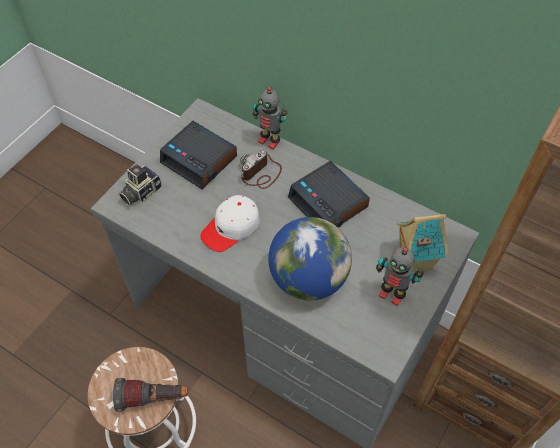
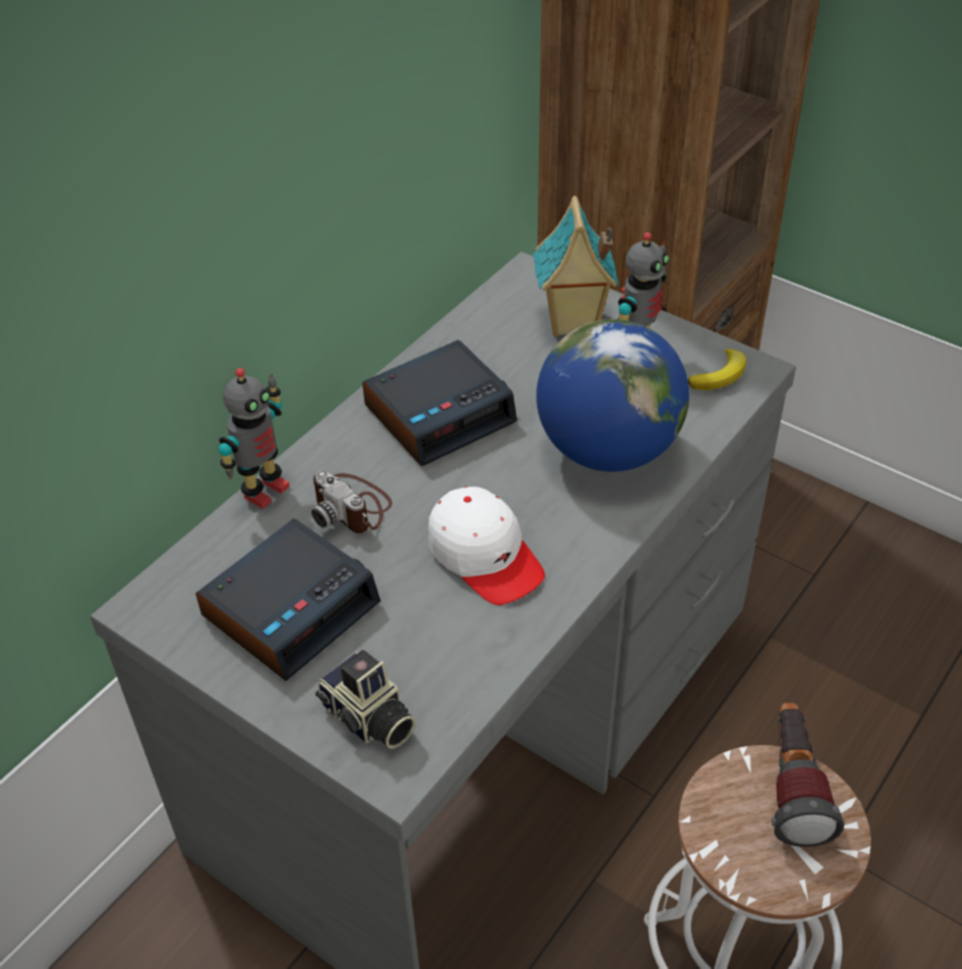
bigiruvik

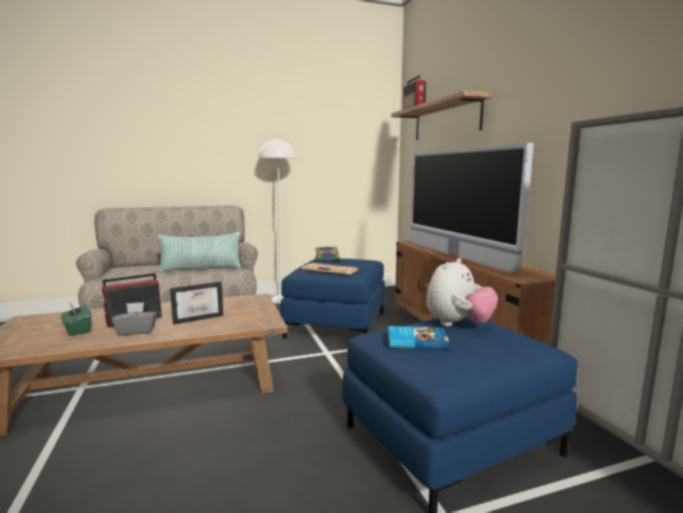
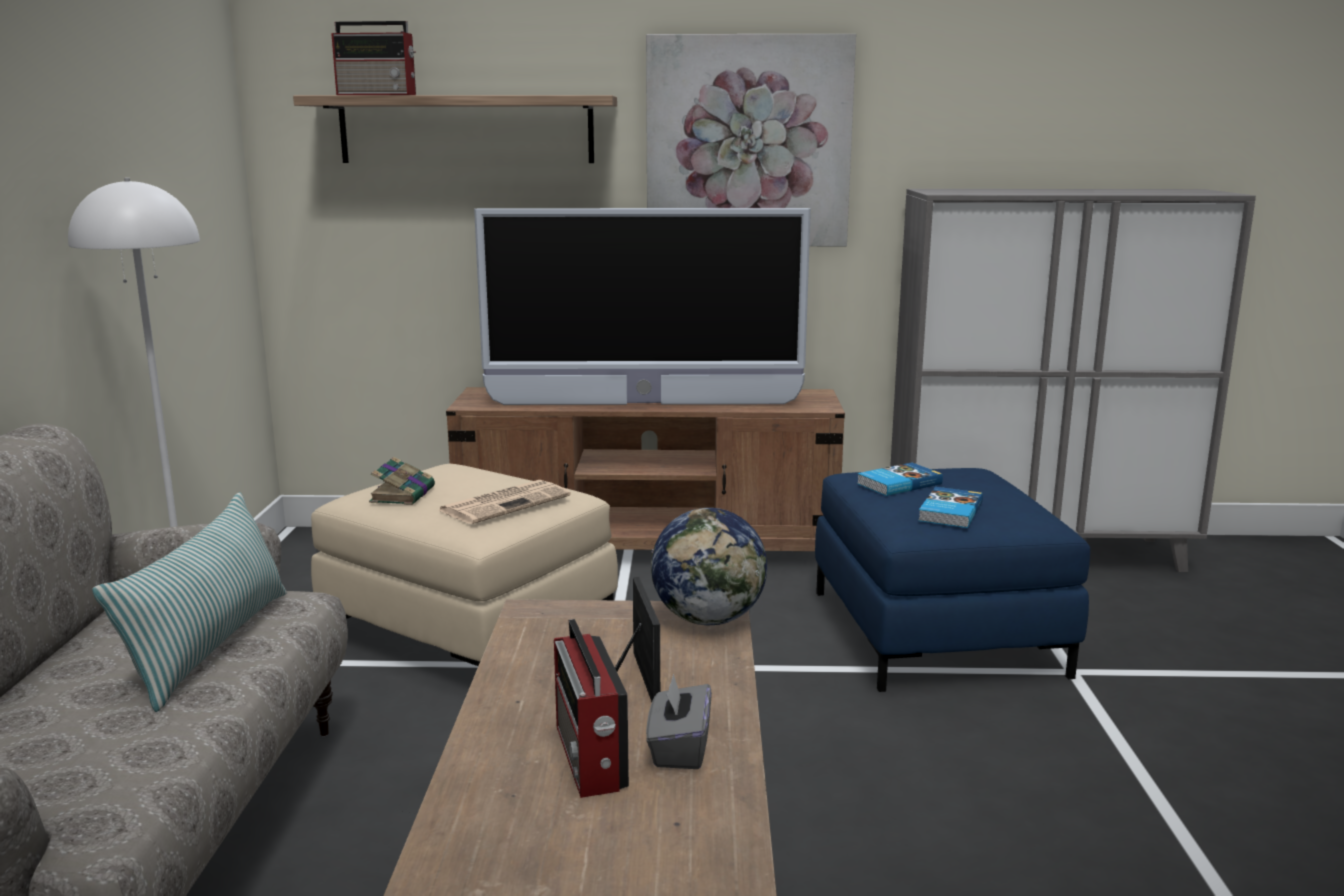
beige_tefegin
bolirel
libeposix
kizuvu (2nd from left)
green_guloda

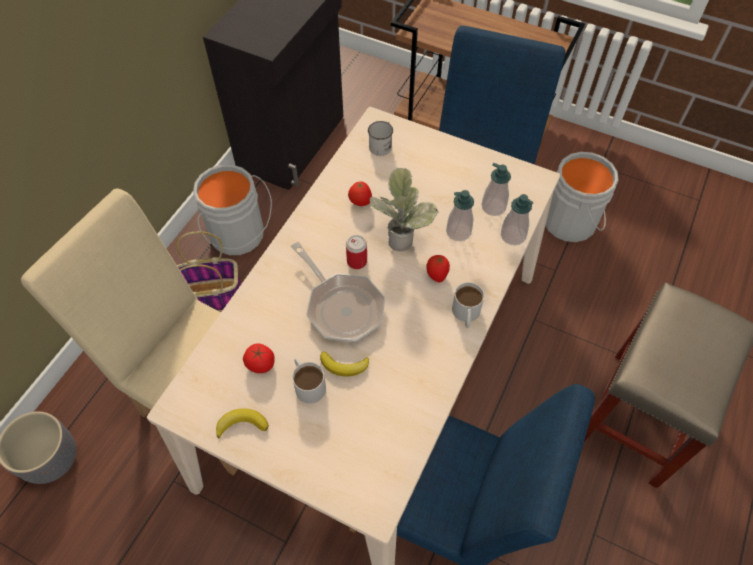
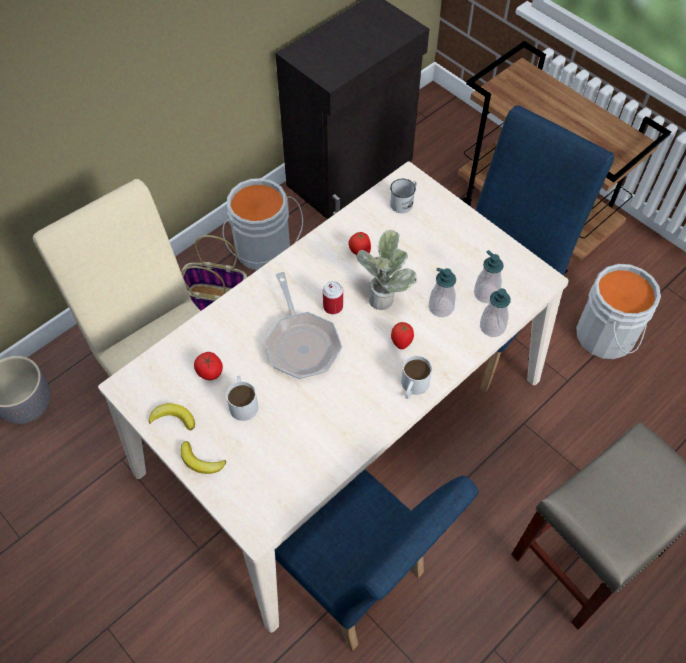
bigiruvik (2nd from left)

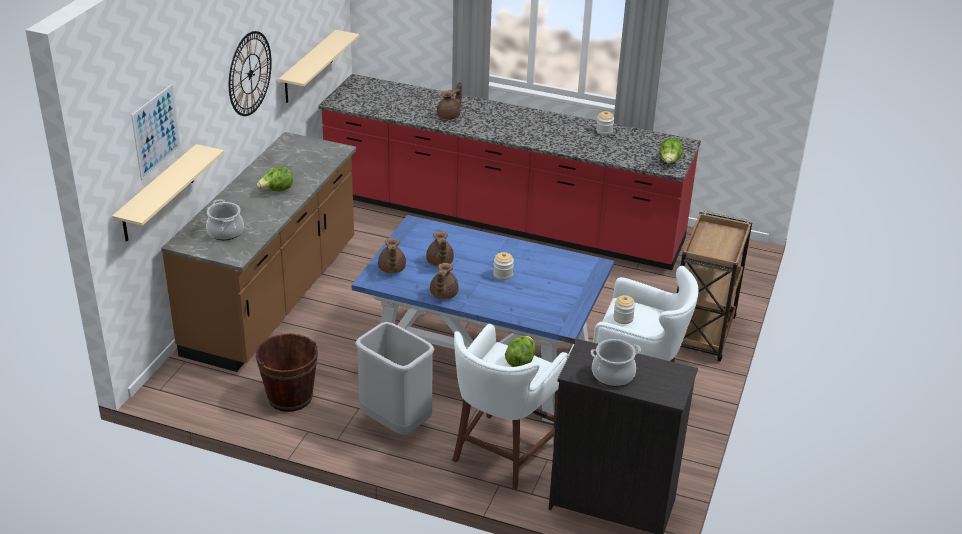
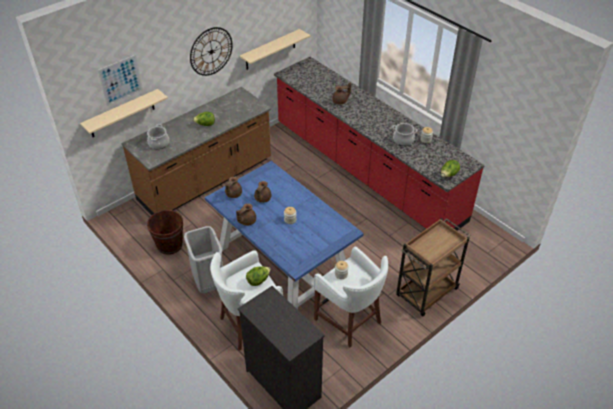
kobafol (2nd from left)

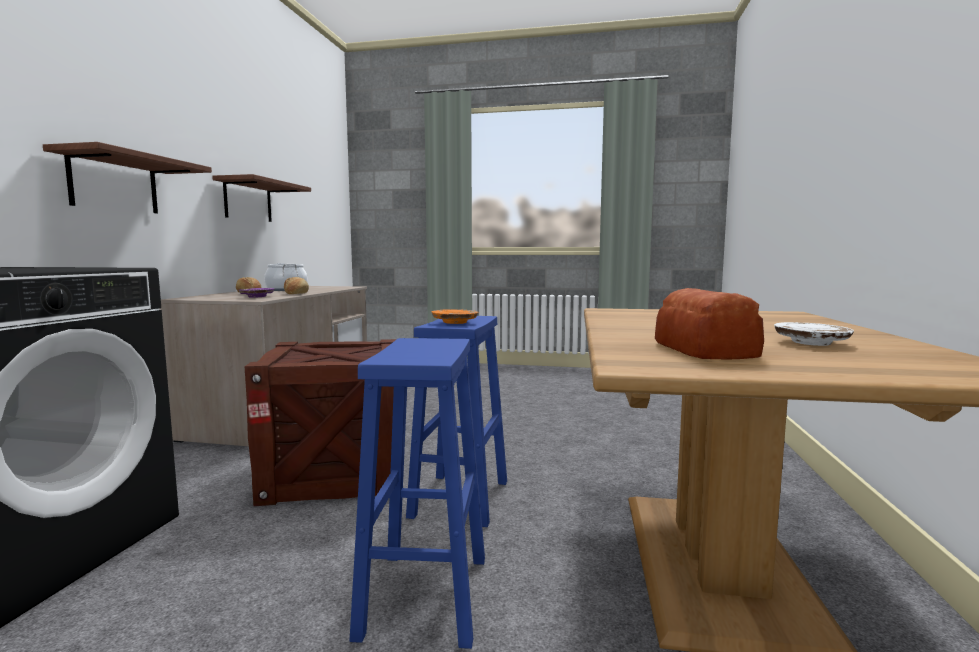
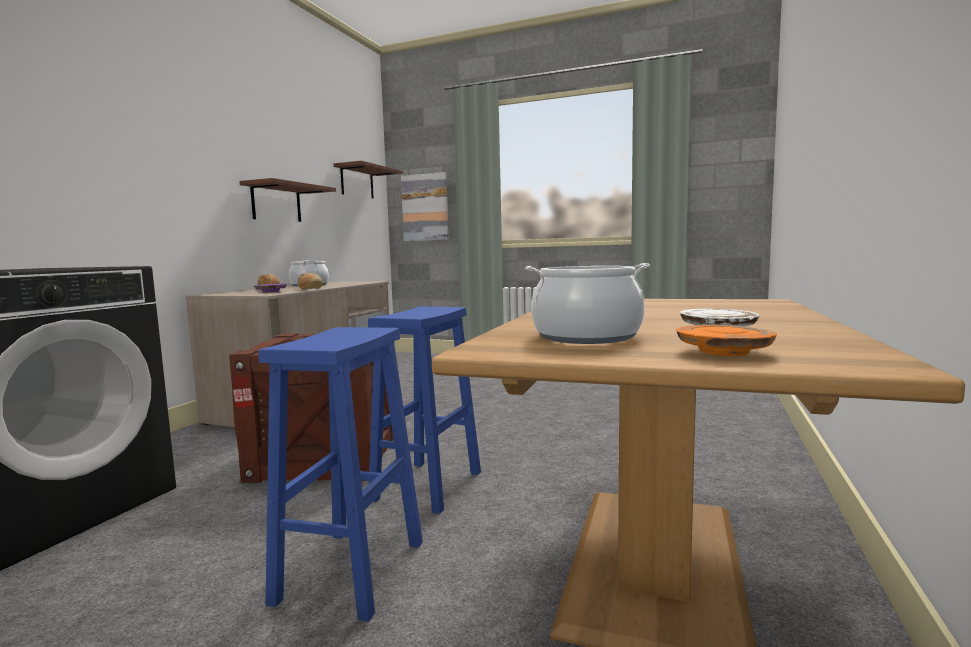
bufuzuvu (2nd from left)
bolirel
kobafol (2nd from left)
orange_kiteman

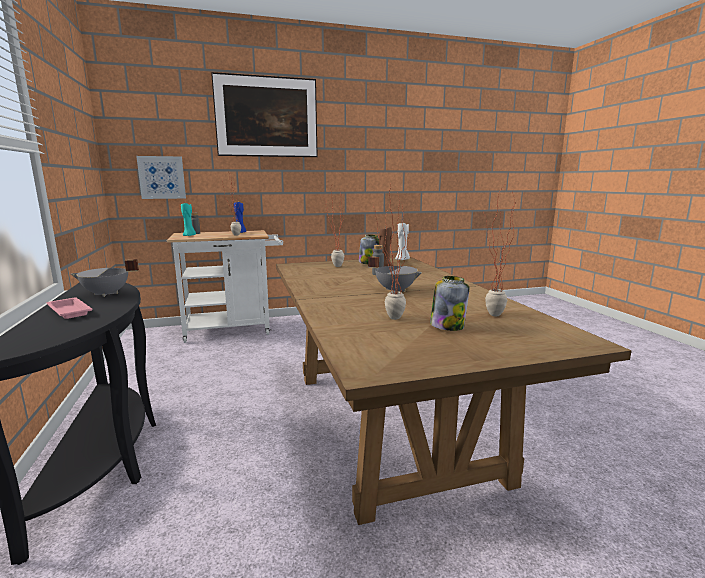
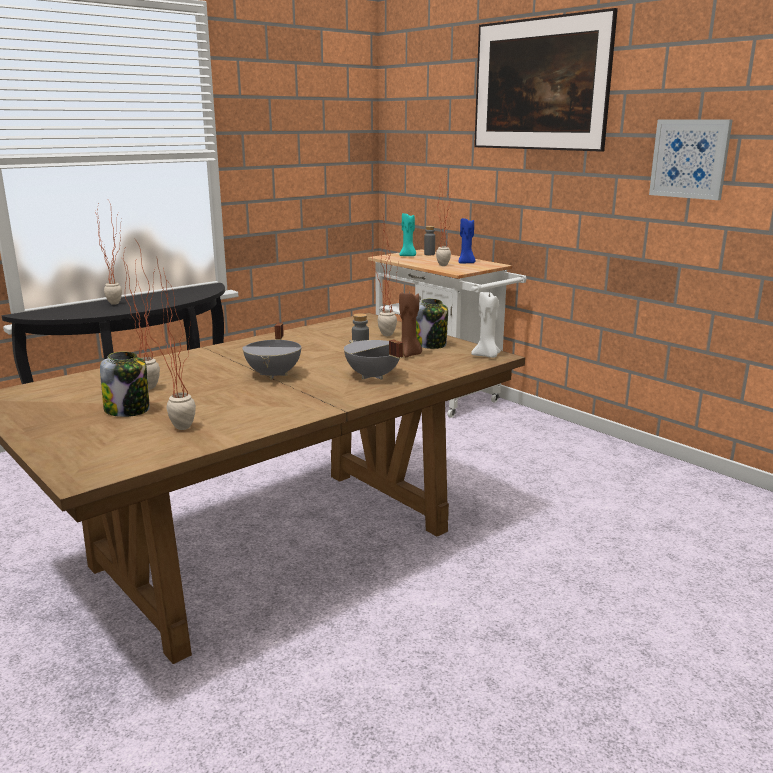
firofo (1st from left)
grey_kobafol (2nd from left)
bolirel (2nd from left)

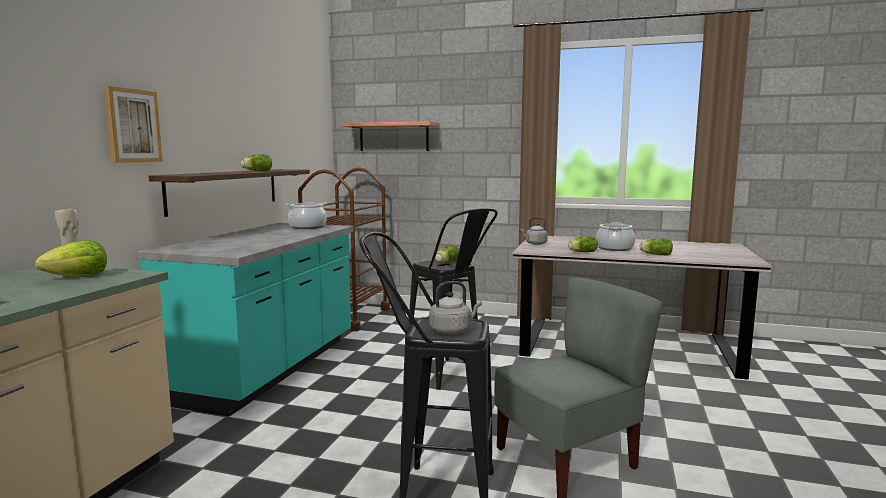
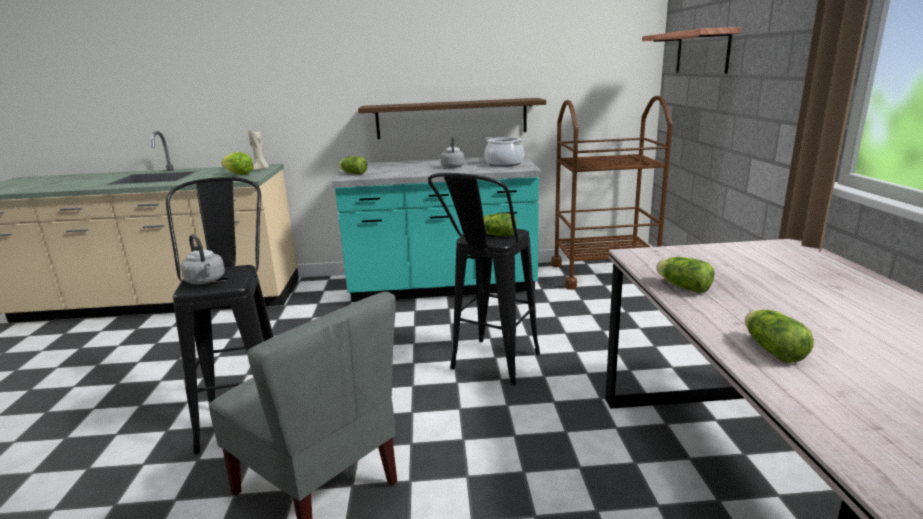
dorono (2nd from left)
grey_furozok (2nd from left)
bolirel
kobafol (2nd from left in the first image)

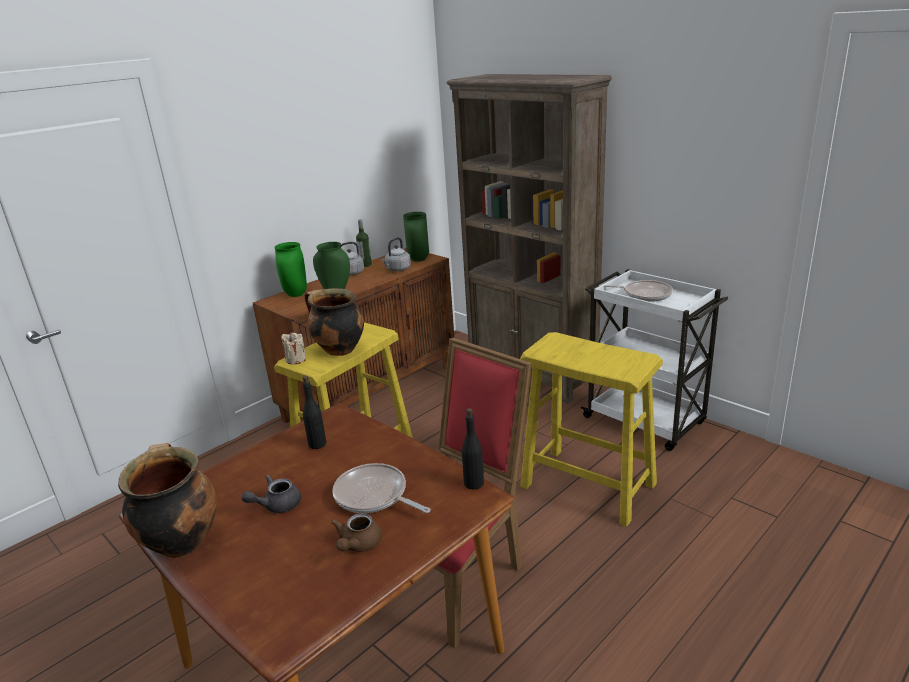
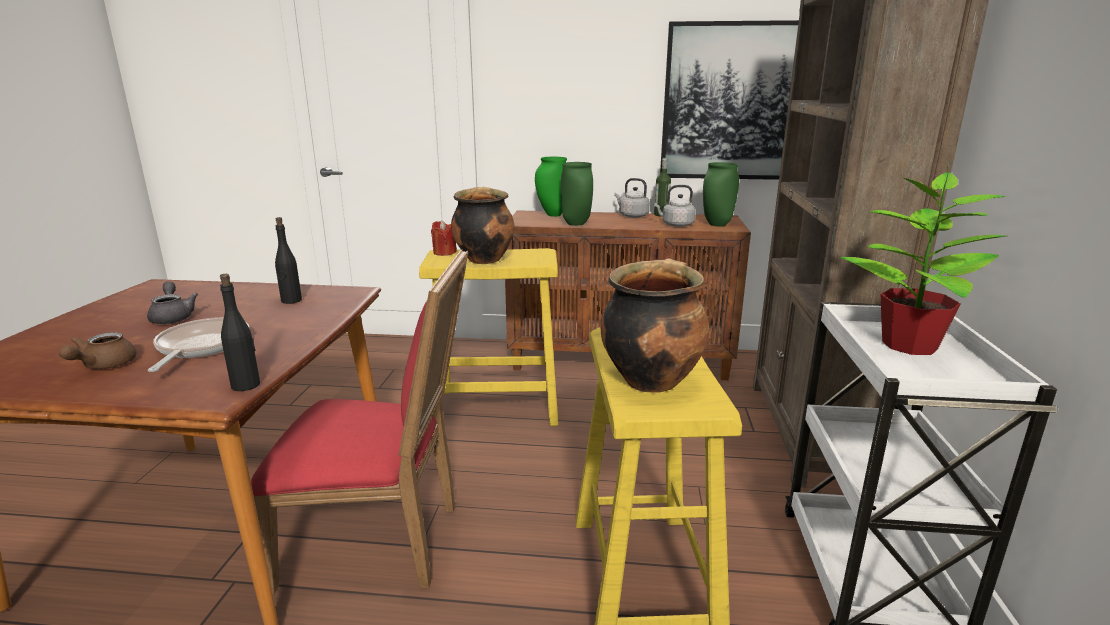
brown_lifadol
grey_lifadol
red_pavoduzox
kobafol (2nd from left)
bolirel
firofo

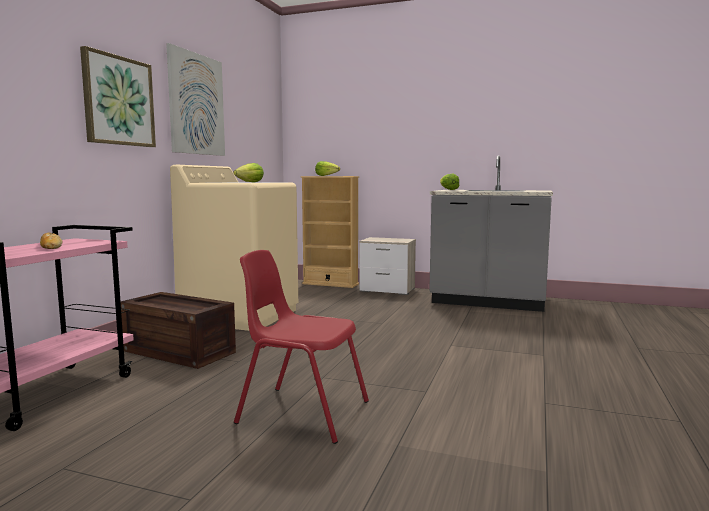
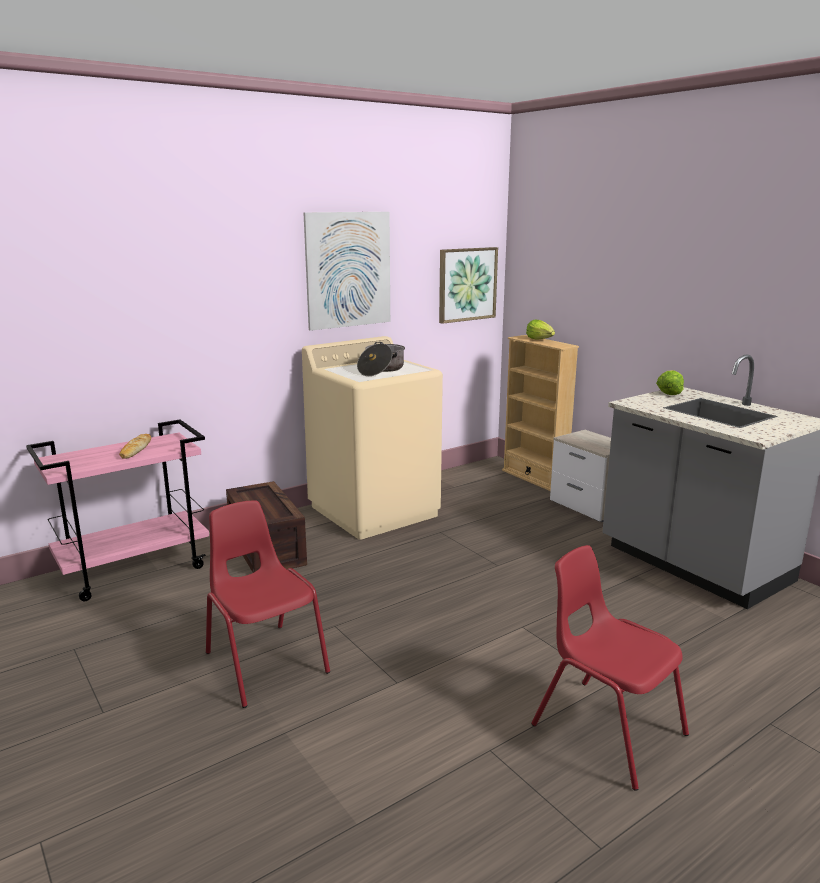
kobafol
bolirel (2nd from left)
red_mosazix (2nd from left)

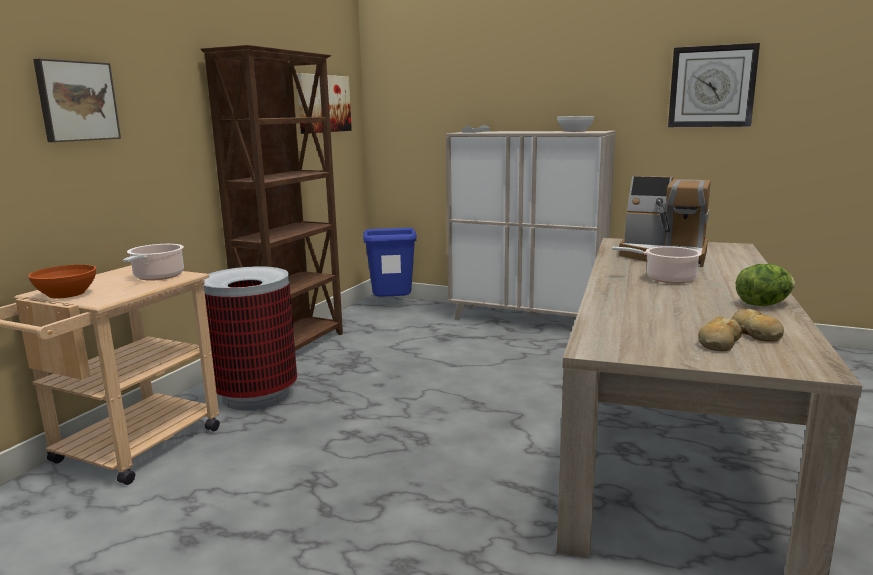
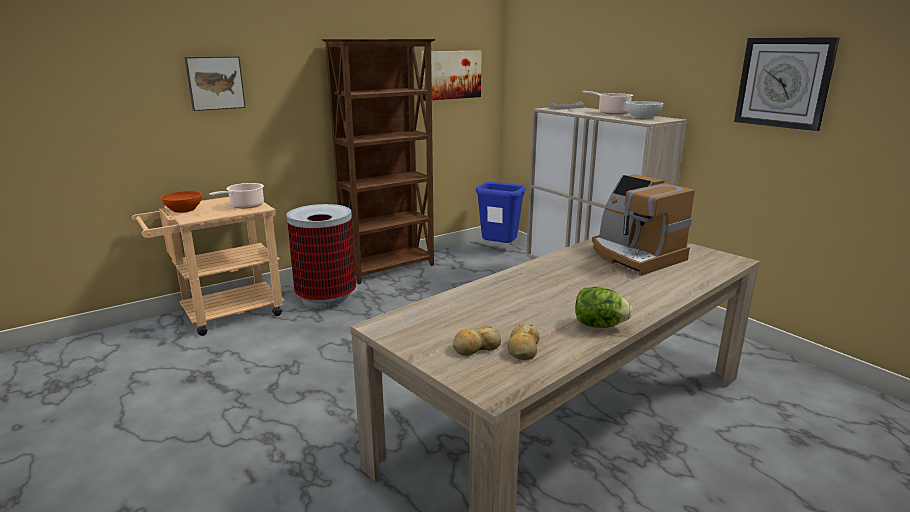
kobafol (2nd from left)

